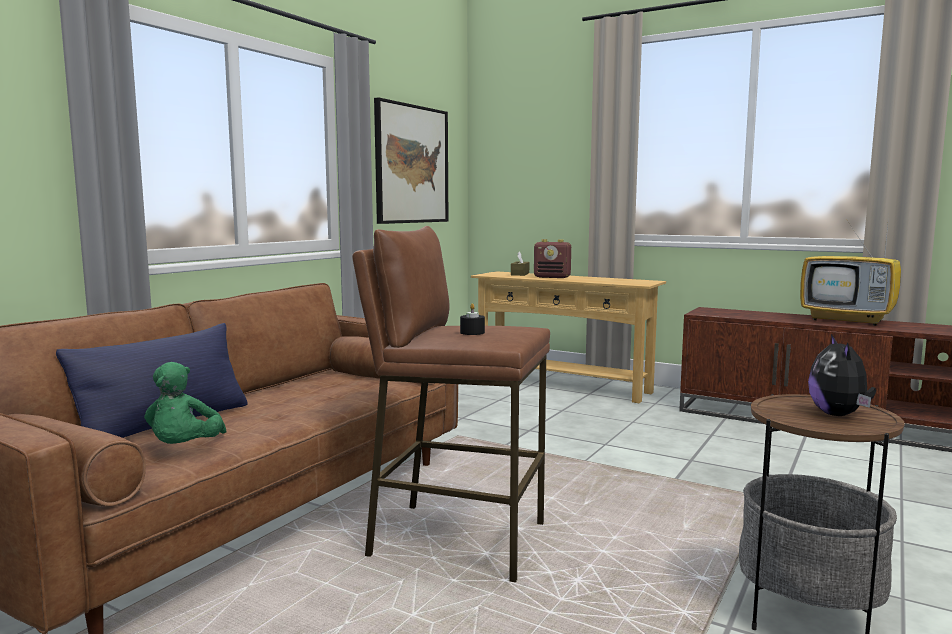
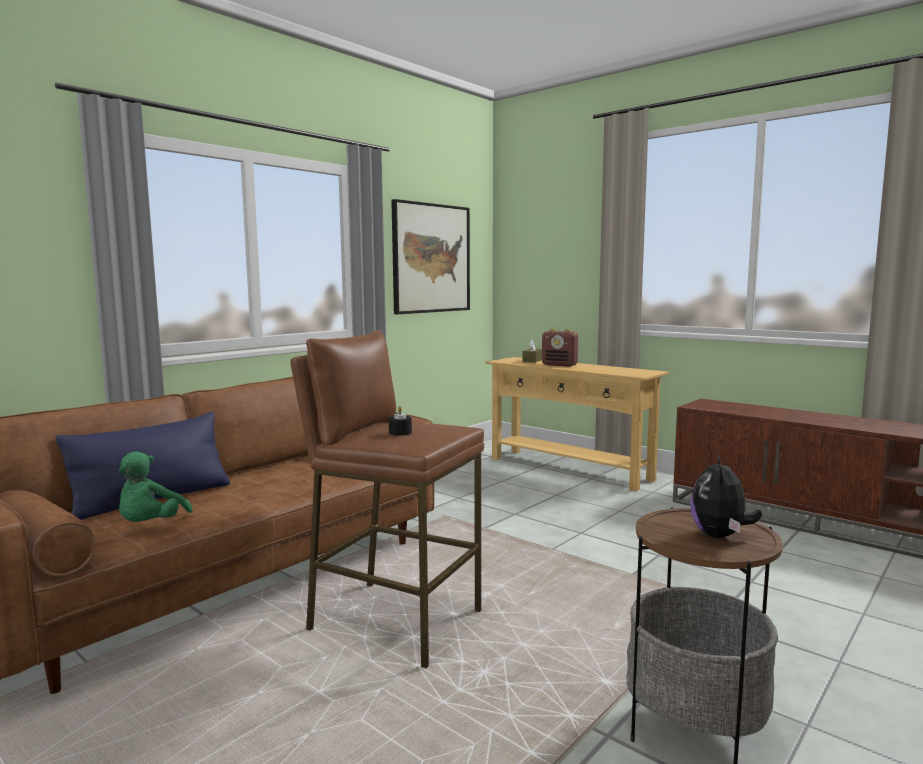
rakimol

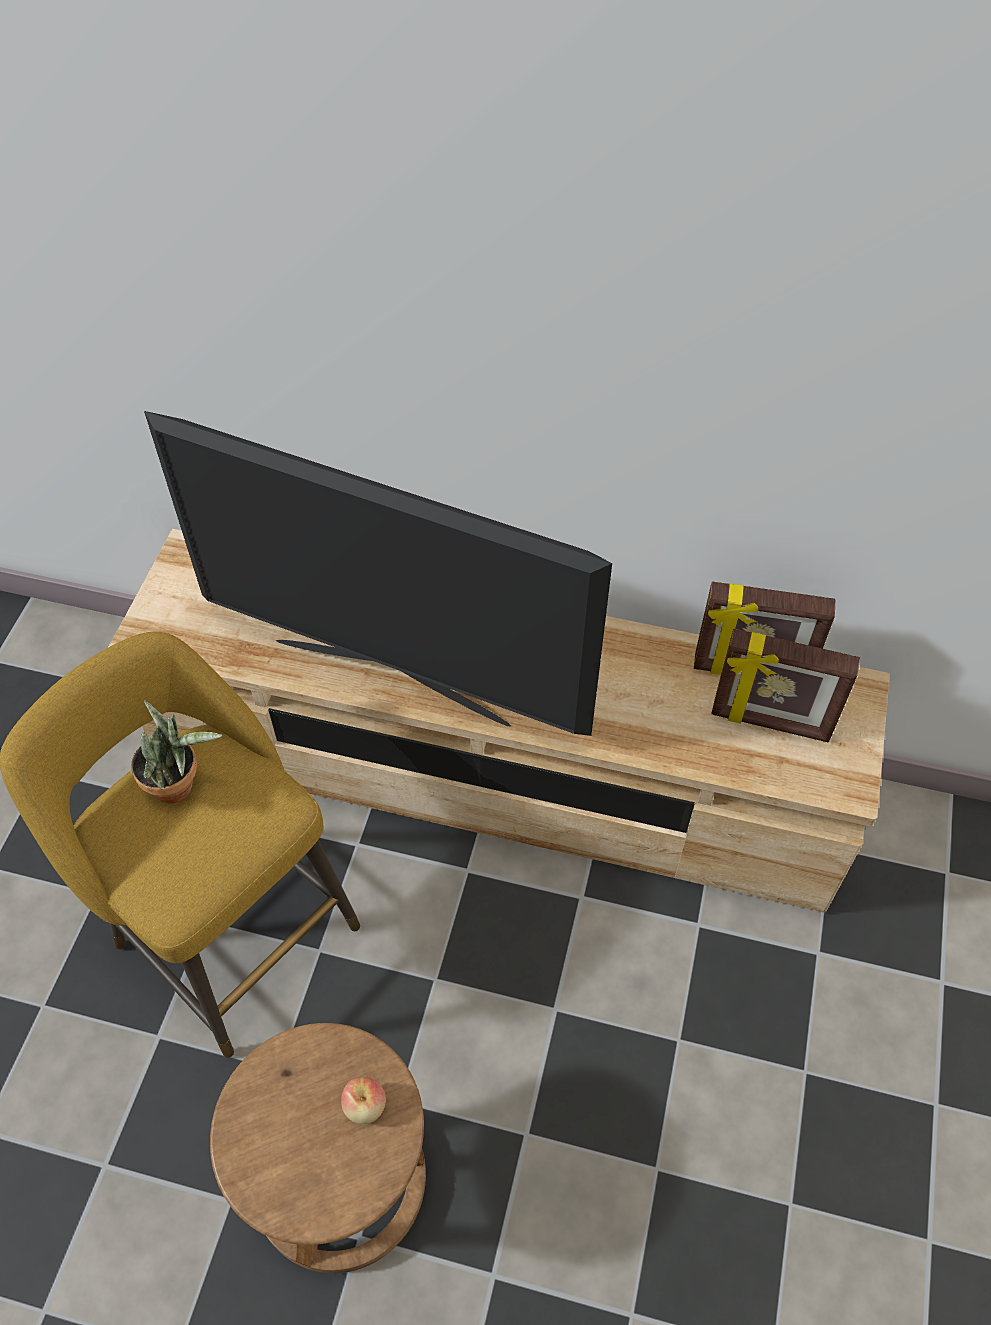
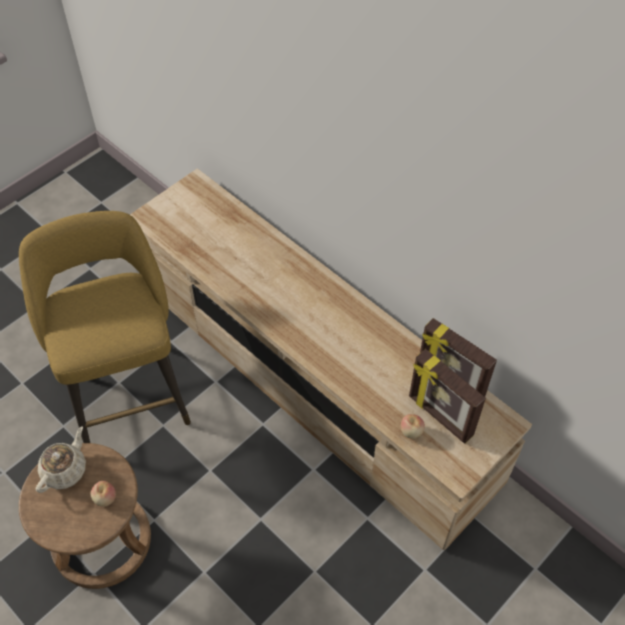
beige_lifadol
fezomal (2nd from left)
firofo
rakimol

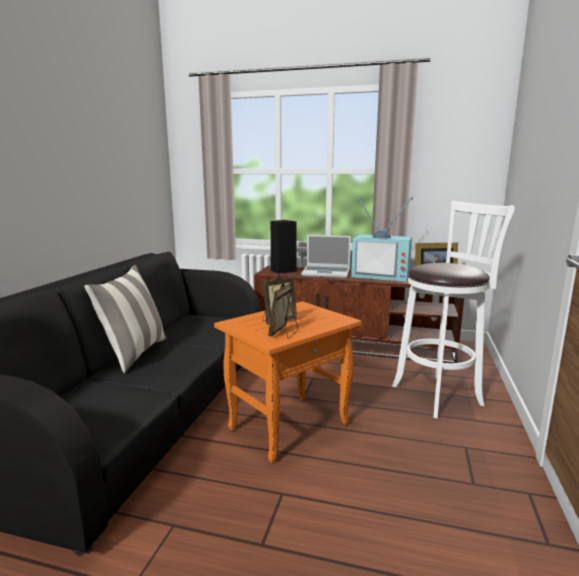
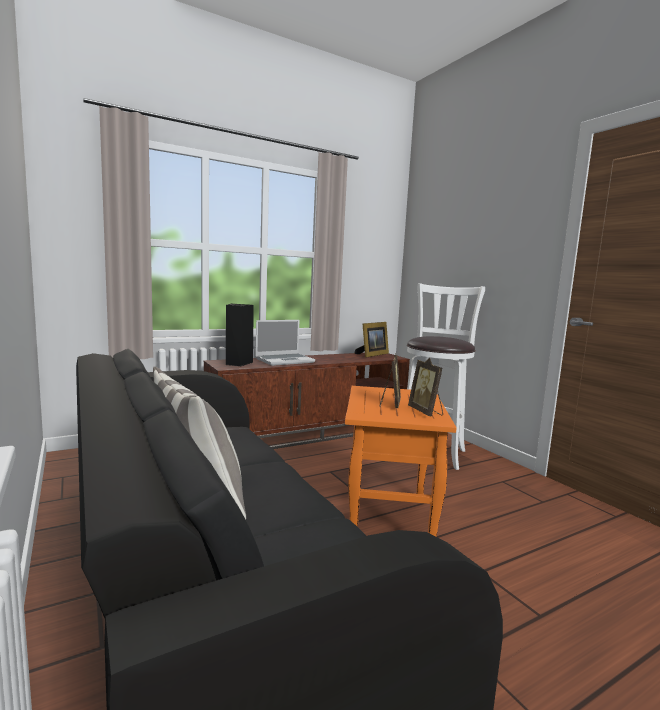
rakimol

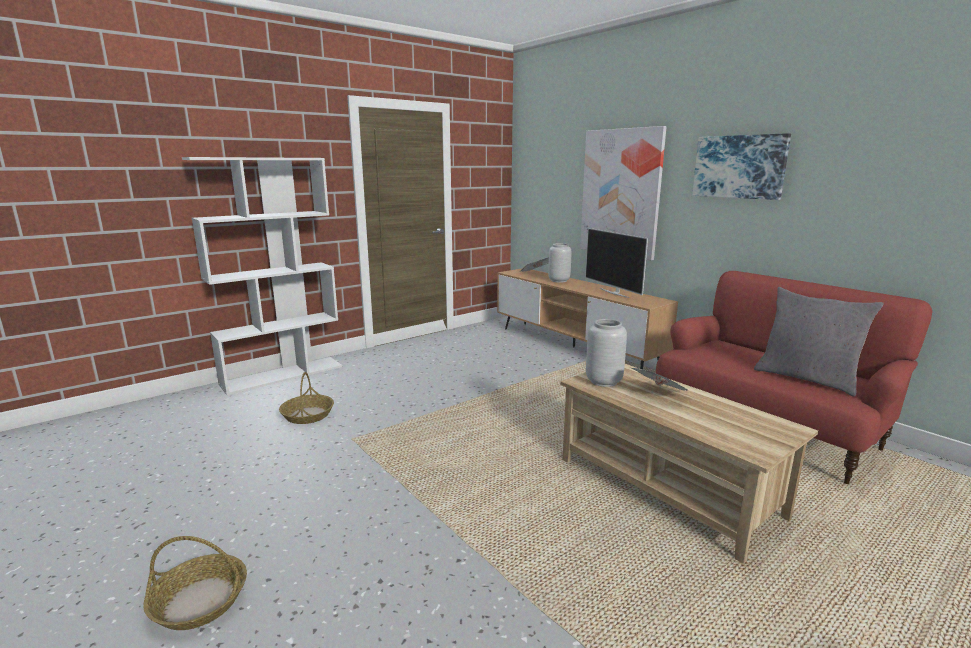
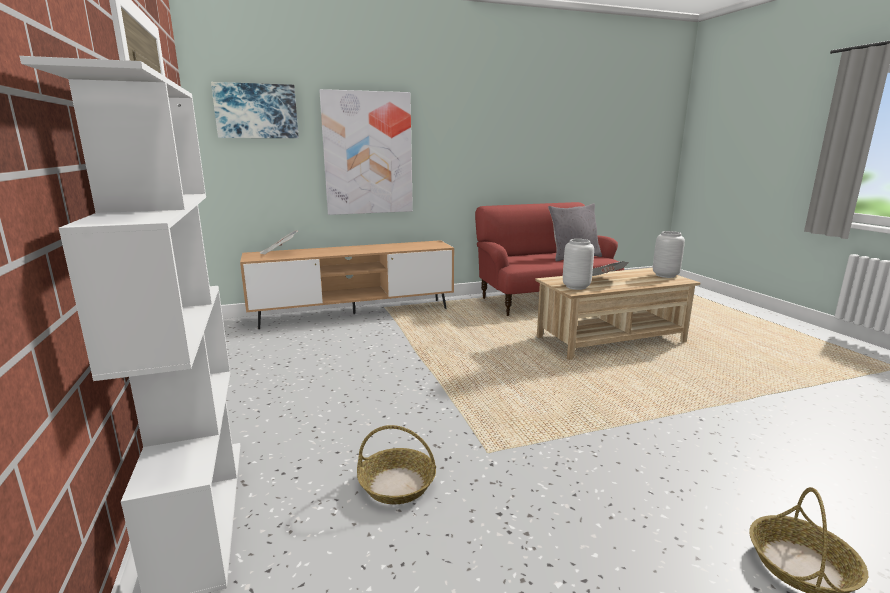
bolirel (1st from left)
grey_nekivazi (2nd from left)
rakimol

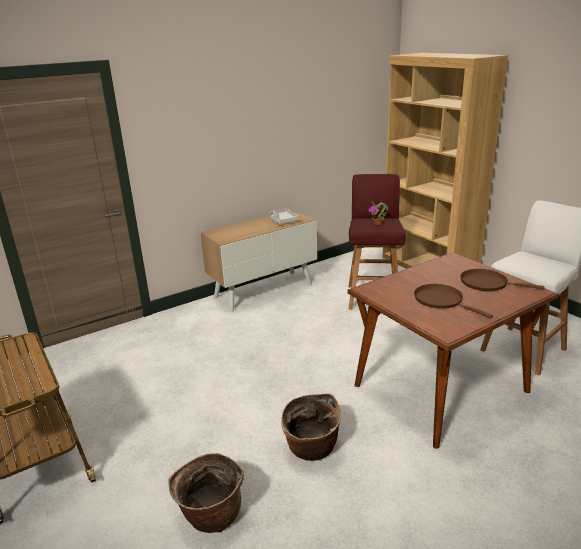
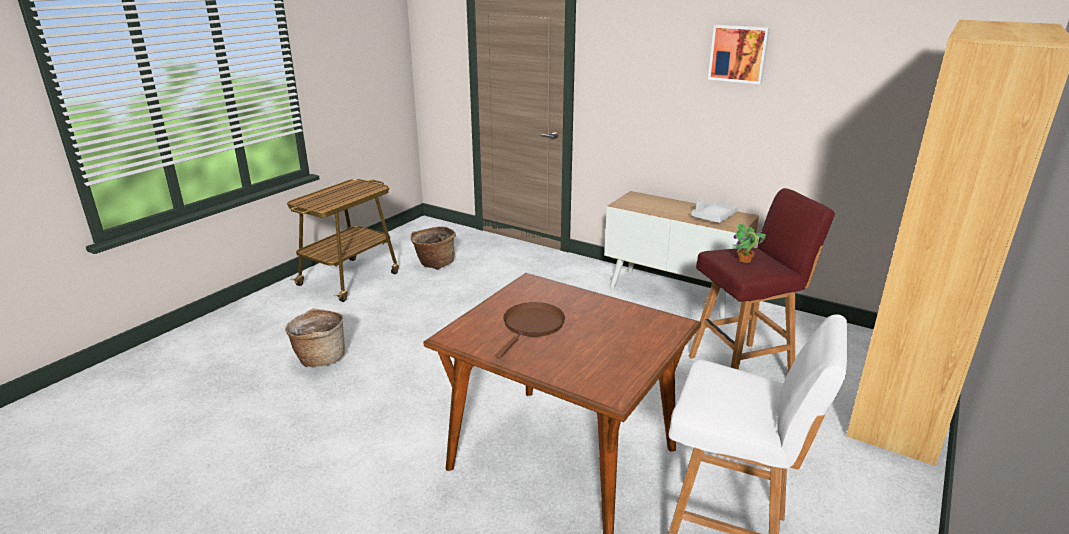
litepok (2nd from left)
bolirel
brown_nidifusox (2nd from left in the first image)

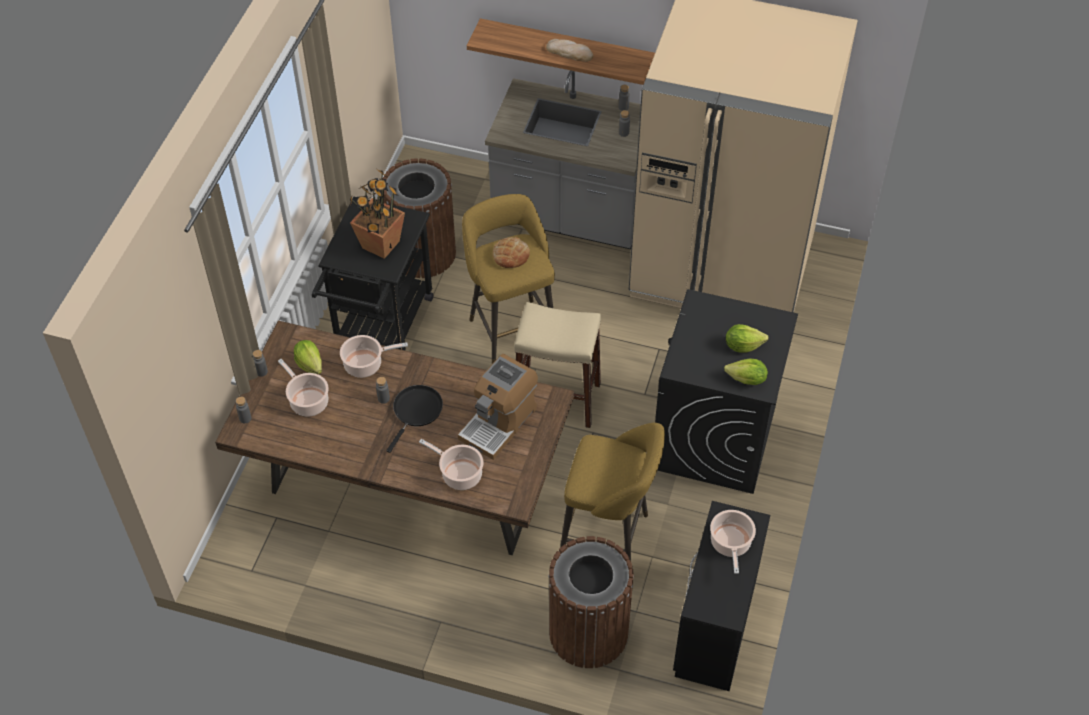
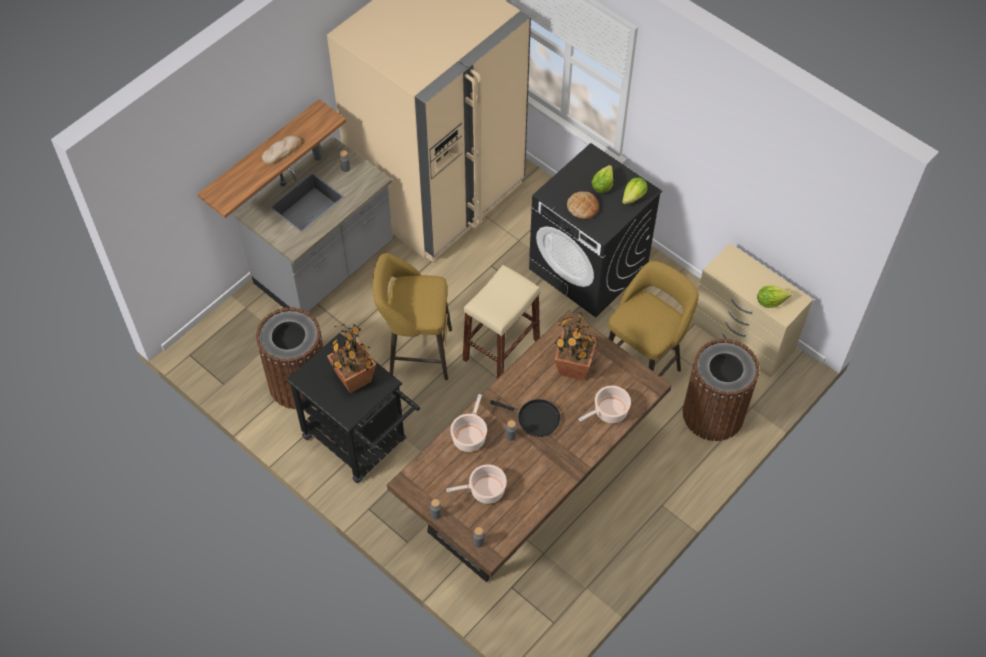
black_nidifusox
firofo (2nd from left)
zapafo (2nd from left)
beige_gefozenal
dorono (3rd from left)
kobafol (4th from left in the first image)

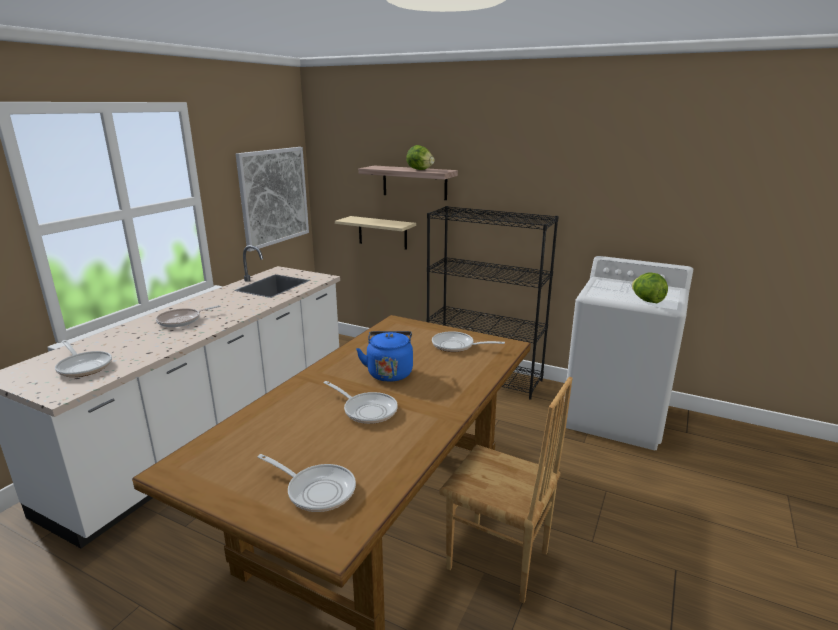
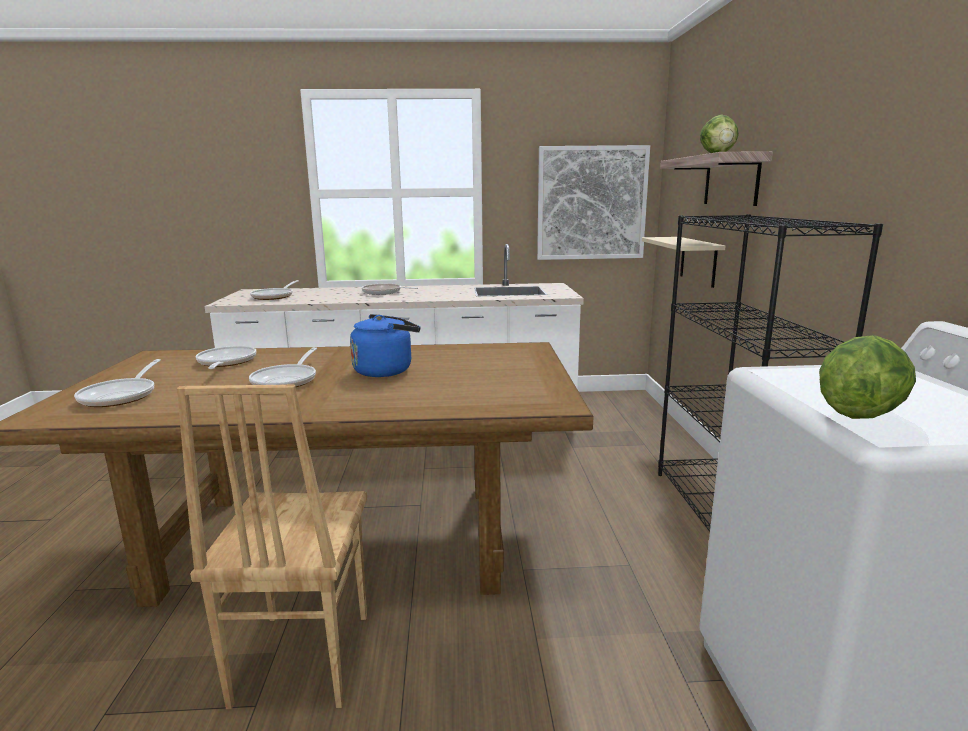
nidifusox (2nd from left)

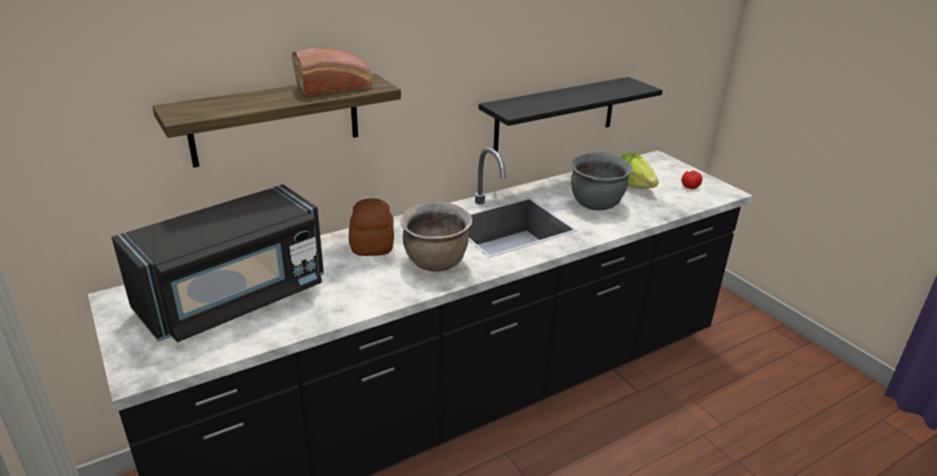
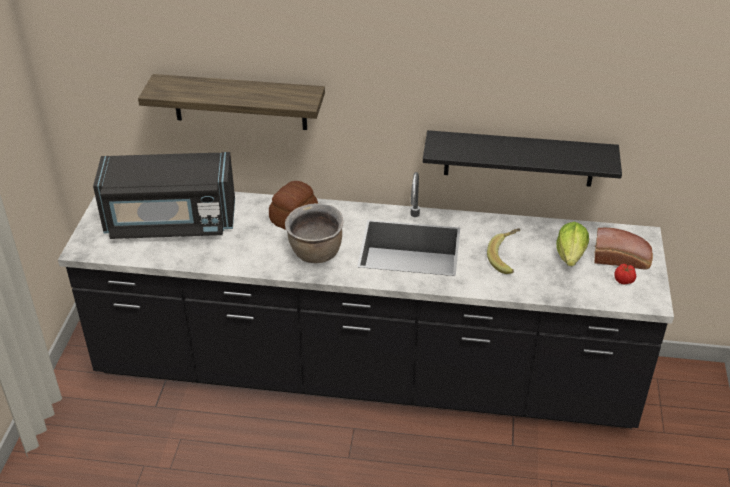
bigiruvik
zapafo (2nd from left)

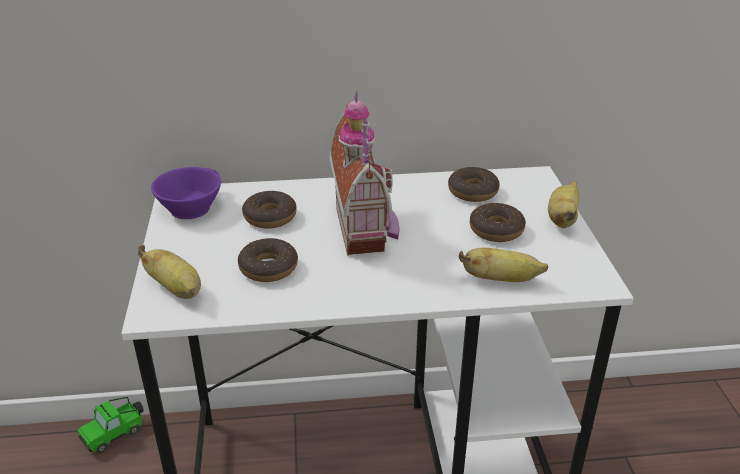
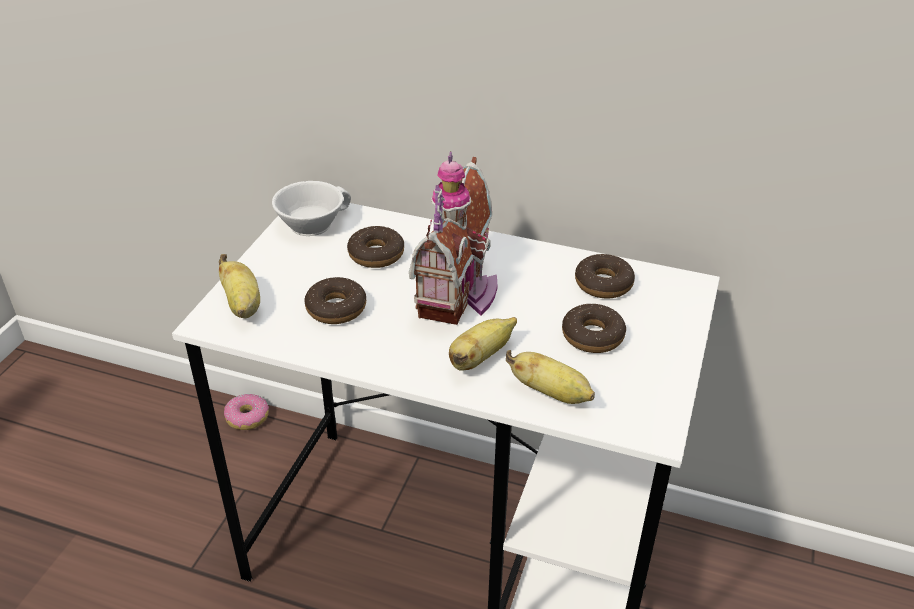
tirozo (1st from left)
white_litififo
bigiruvik (2nd from left)

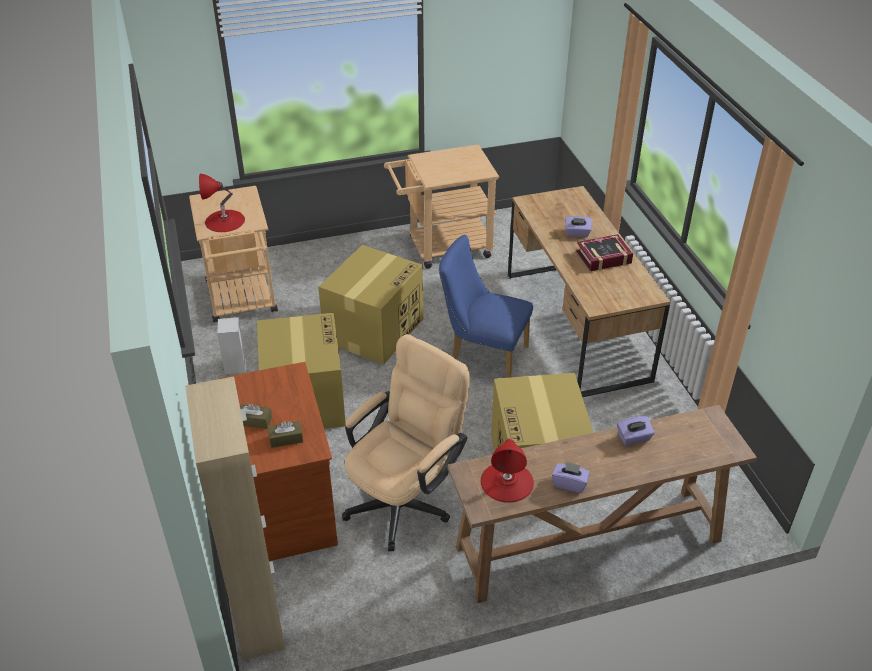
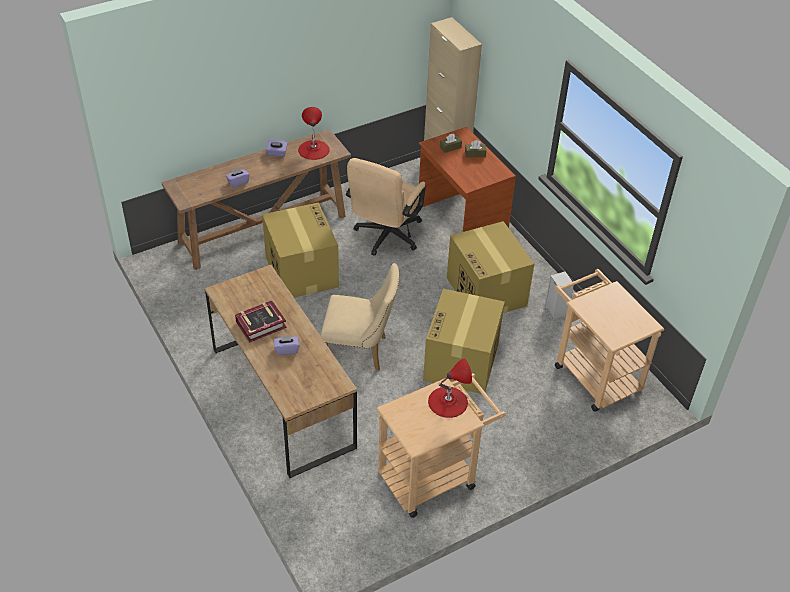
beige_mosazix
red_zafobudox (2nd from left)

